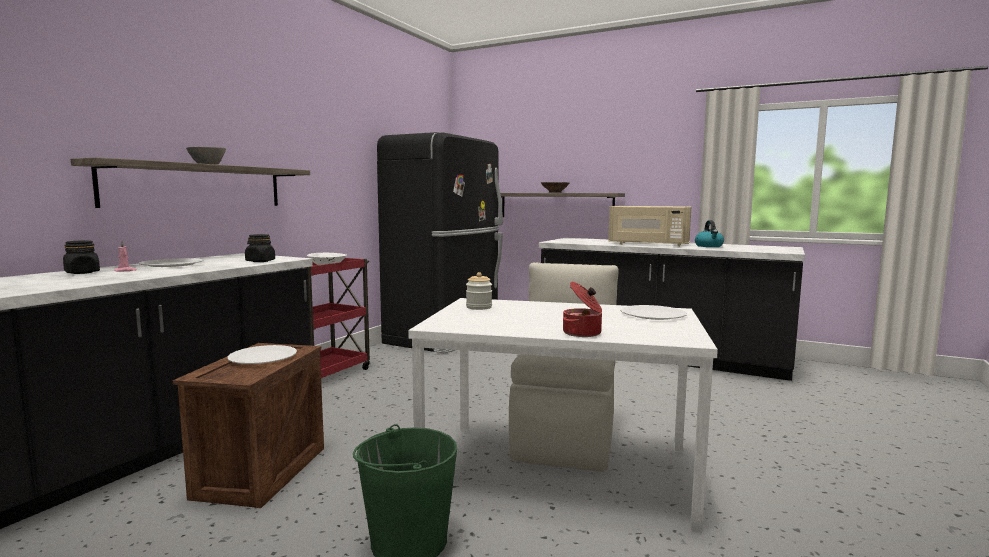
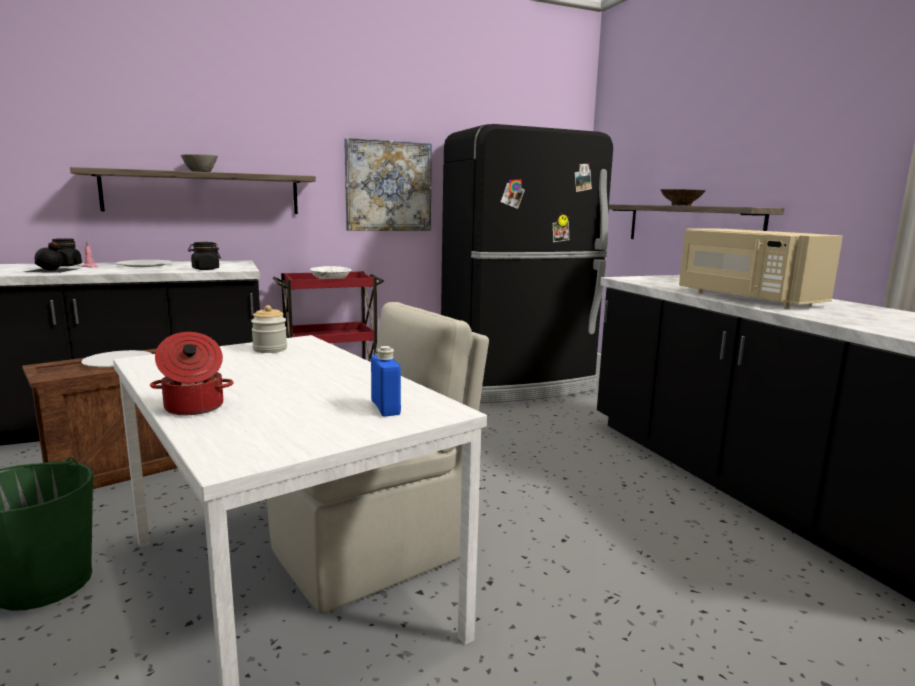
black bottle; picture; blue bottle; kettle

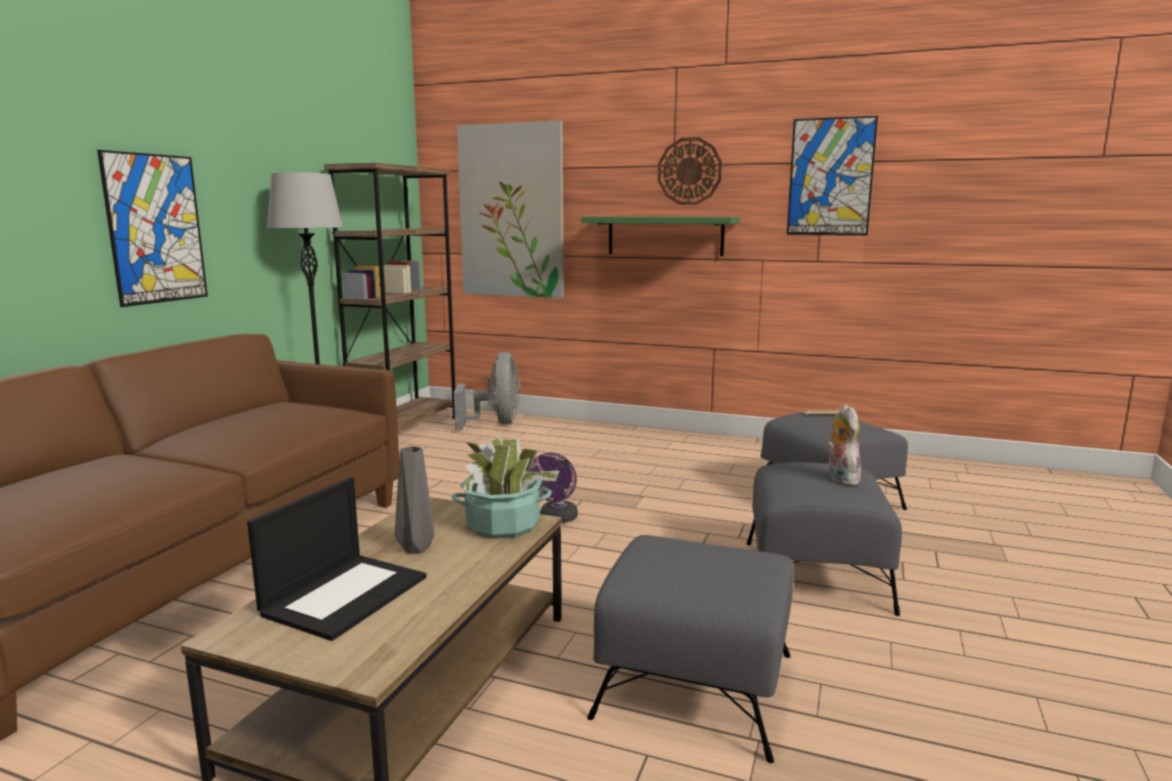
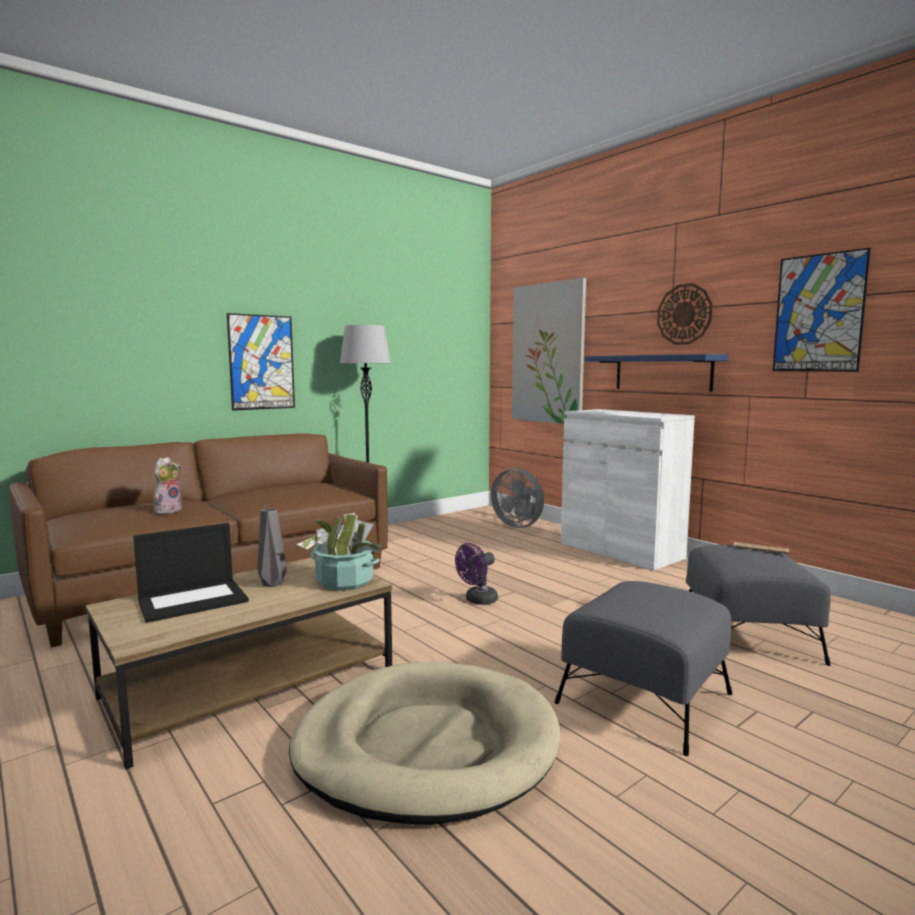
plush toy; beige dog bed; grey fan; white cabinet; blue shelf; brown bookcase

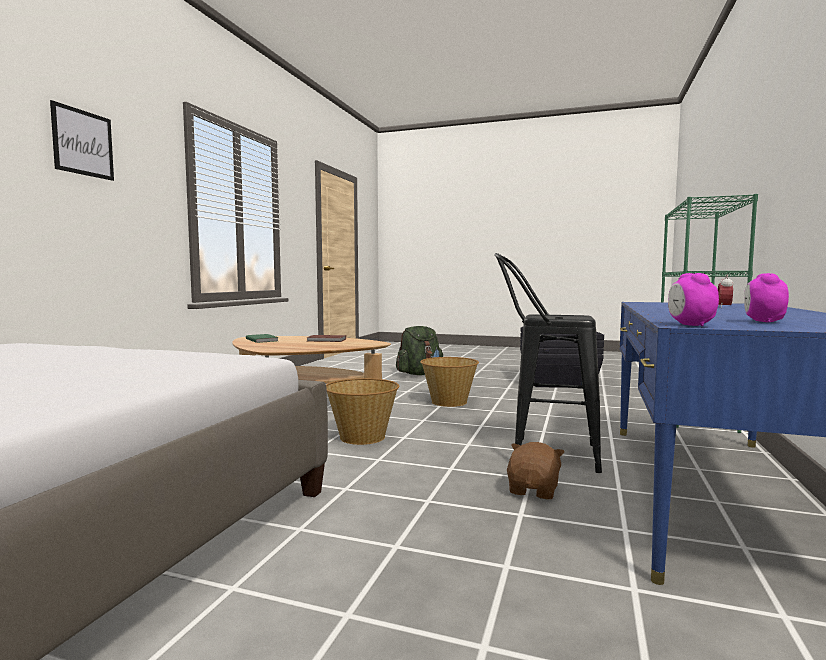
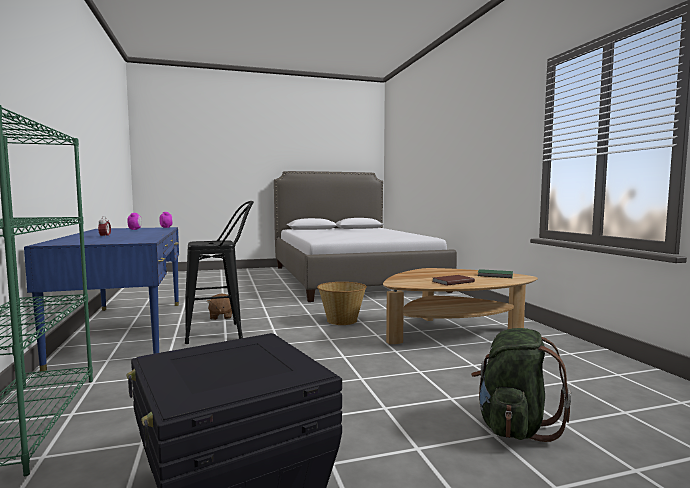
picture; basket (no. 2 from left in the first image)

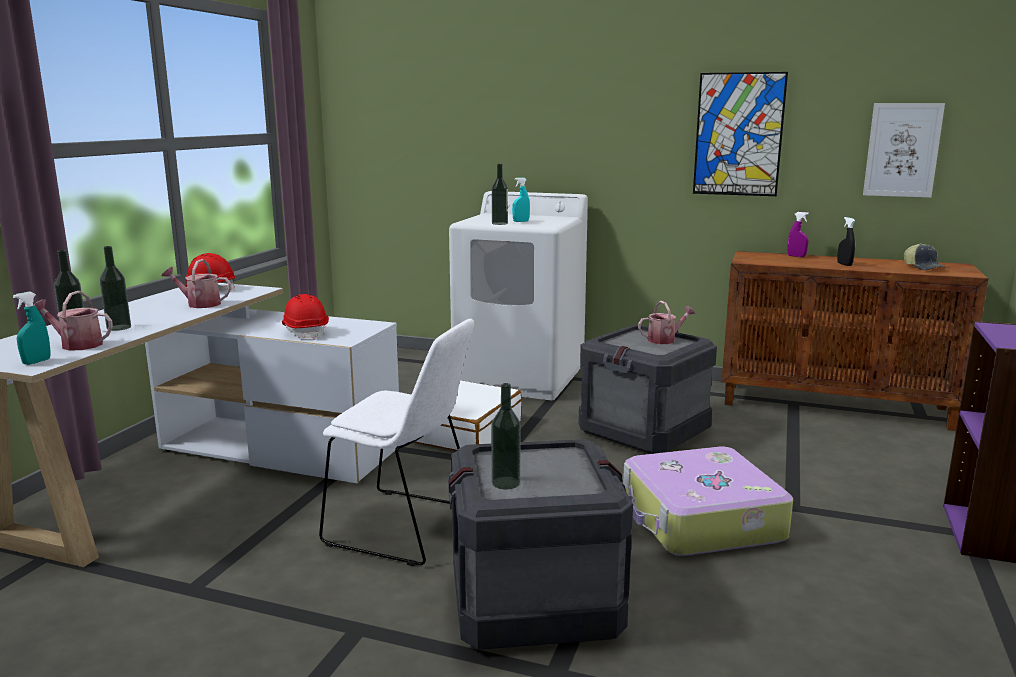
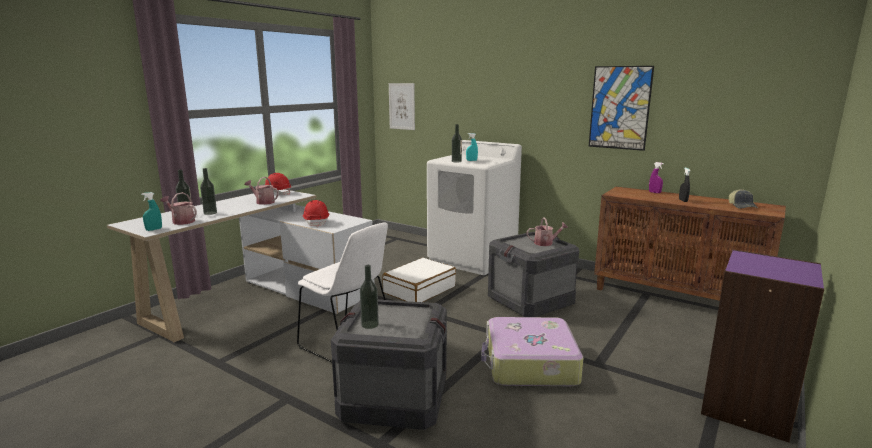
picture (no. 1 from left)

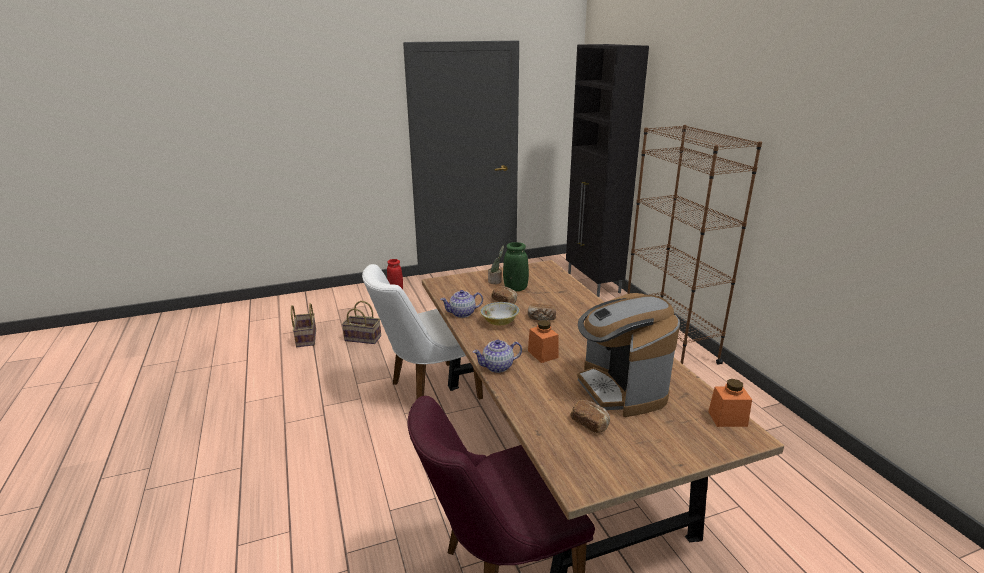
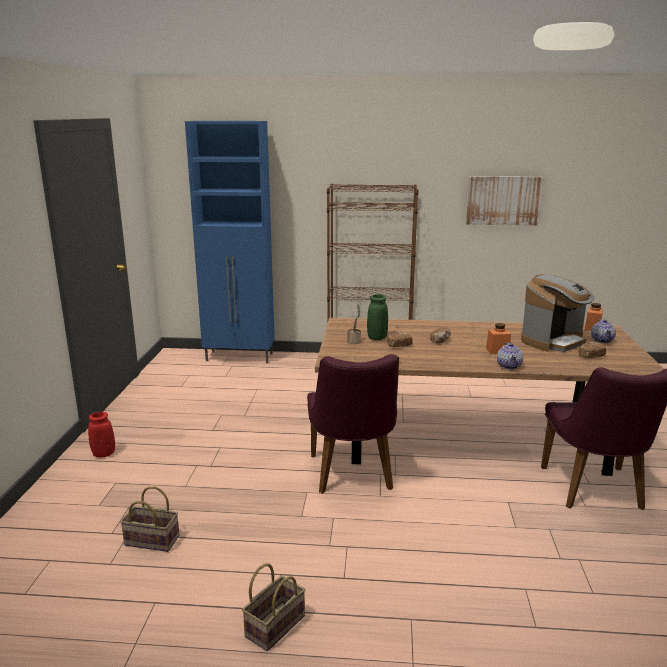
blue cabinet; basket (no. 2 from left); purple chair (no. 1 from left); picture; coffee machine; teapot (no. 2 from left); bowl

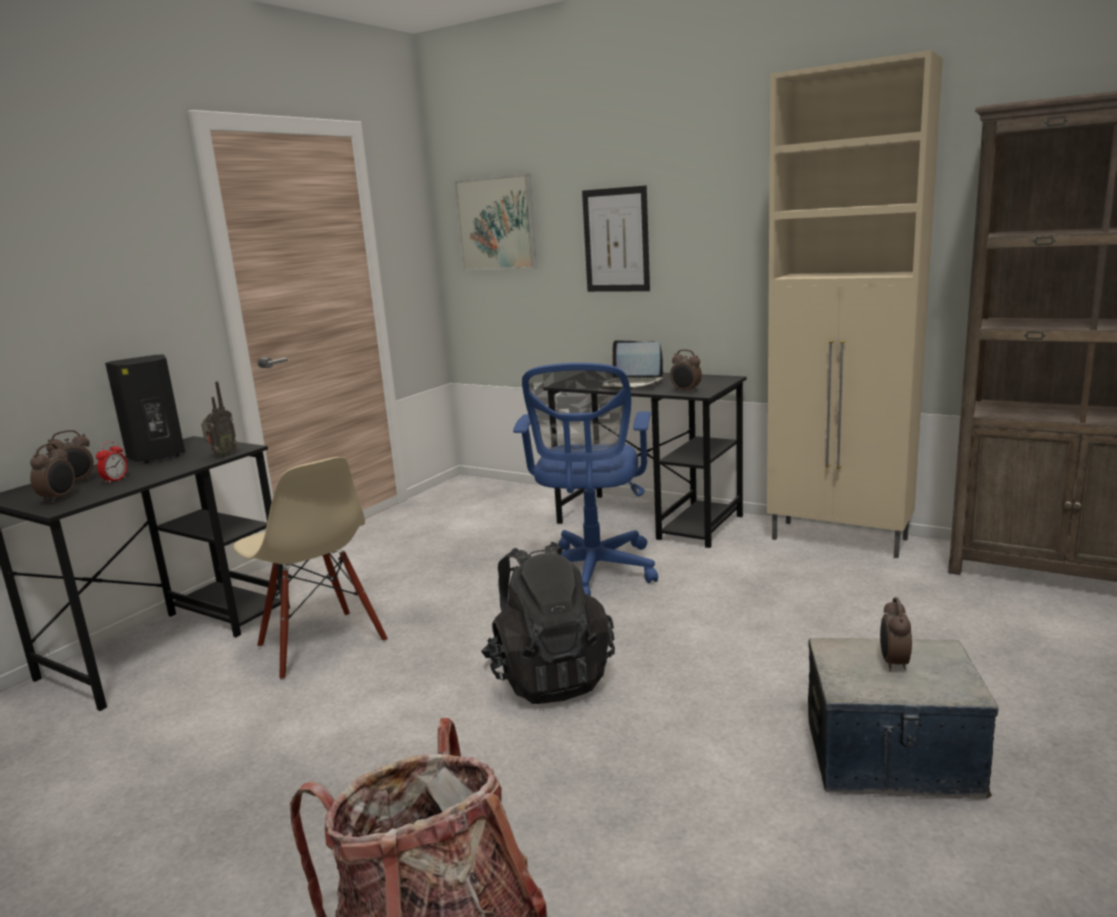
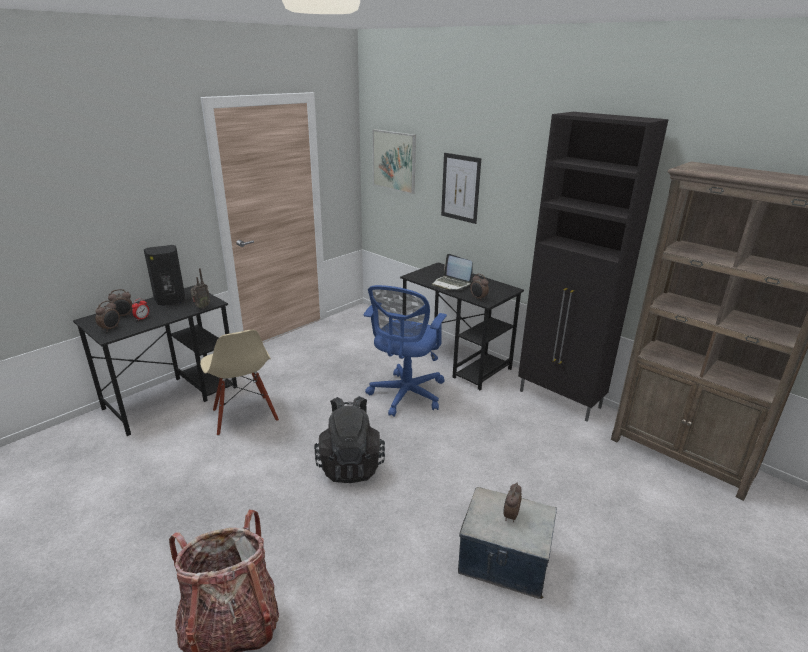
black cabinet

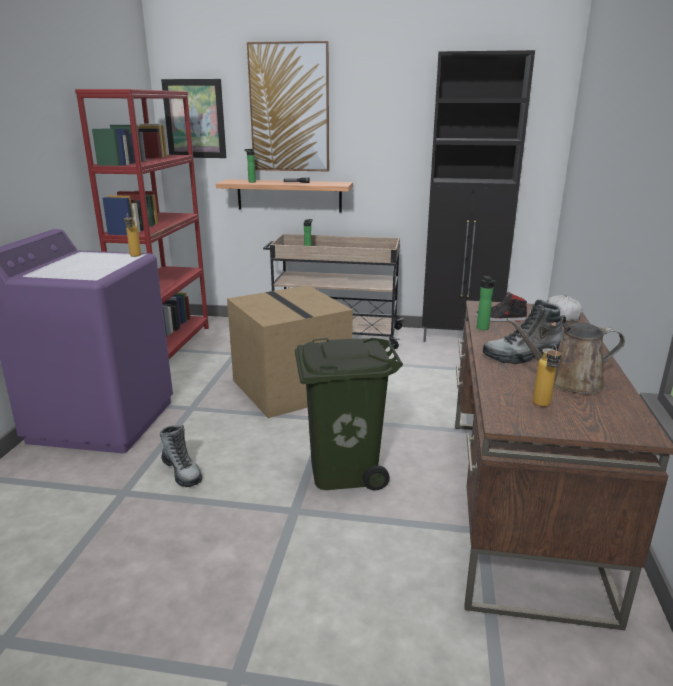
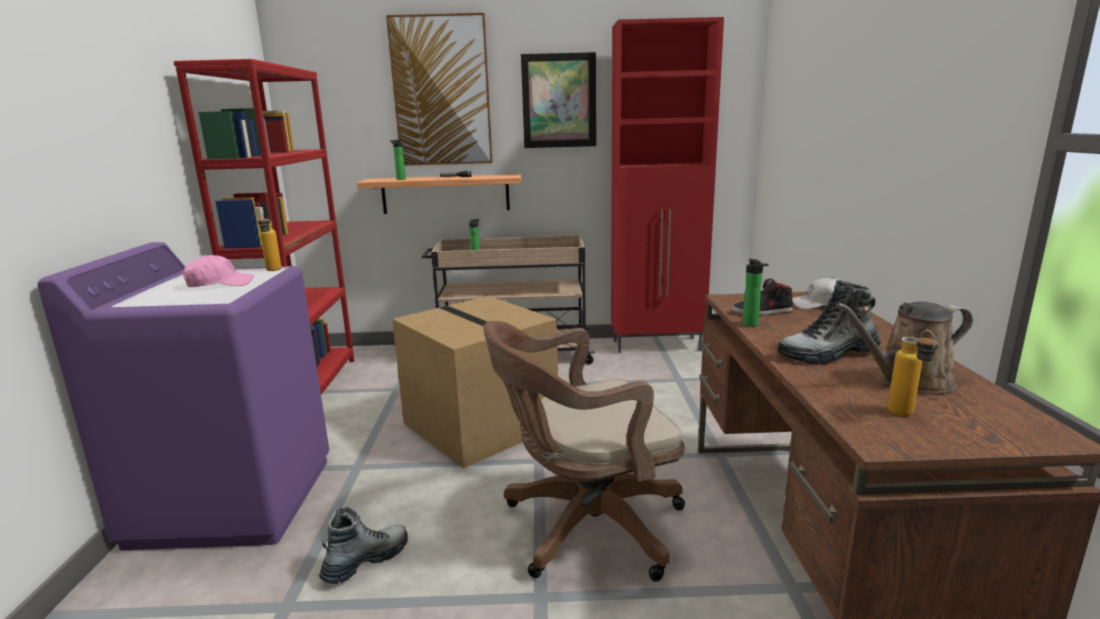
pink cap; boot (no. 1 from left); brown office chair; picture (no. 2 from left); red cabinet

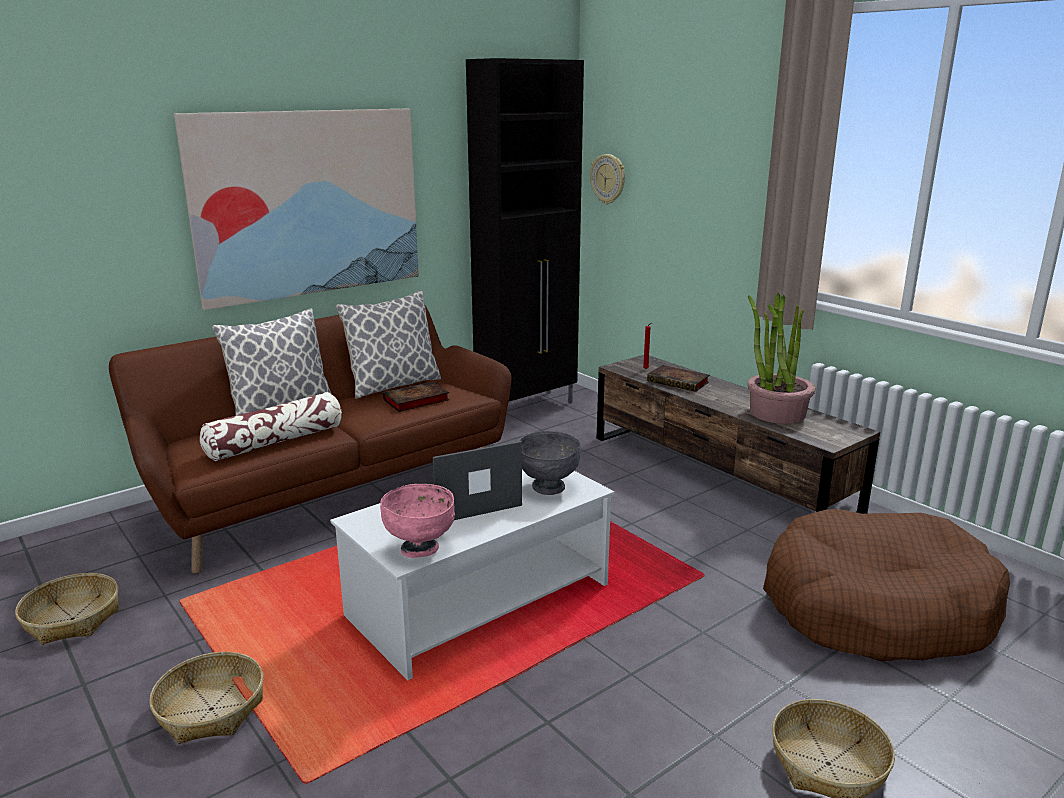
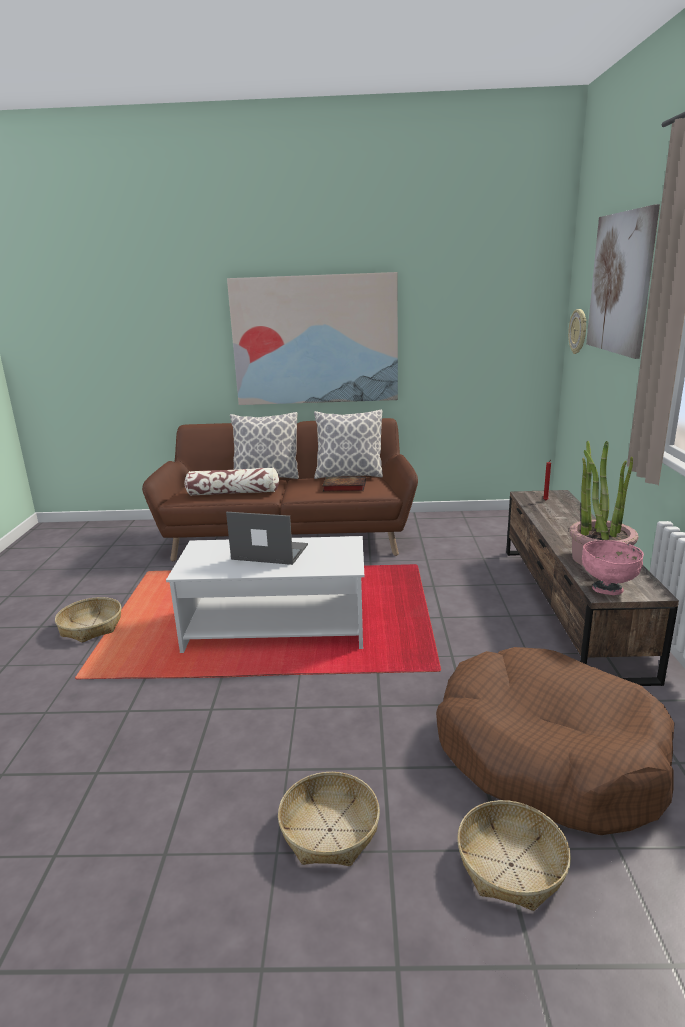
basket (no. 3 from left); pink bowl; picture (no. 2 from left); black cabinet; grey bowl; book (no. 2 from left in the first image)

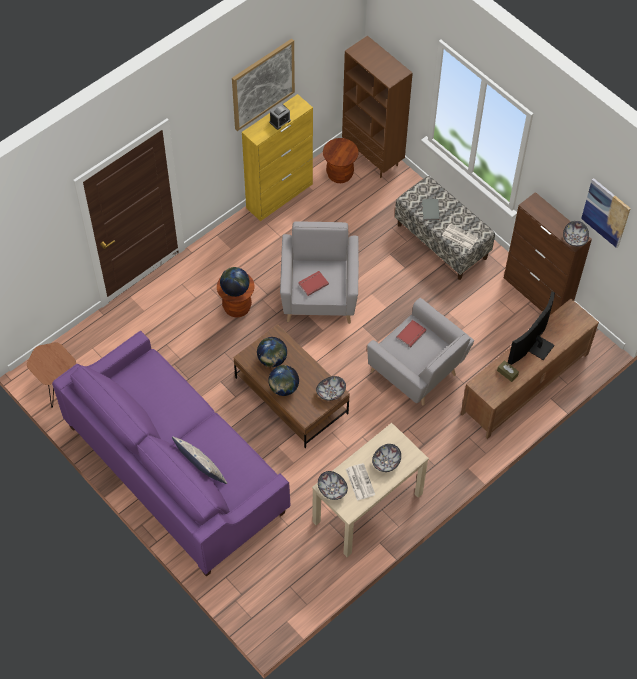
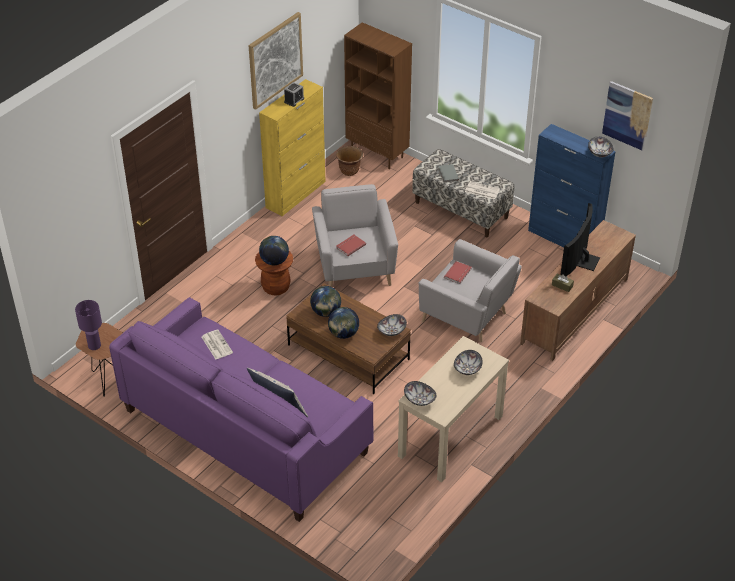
purple table lamp; newspaper (no. 1 from left); brown planter; blue cabinet

